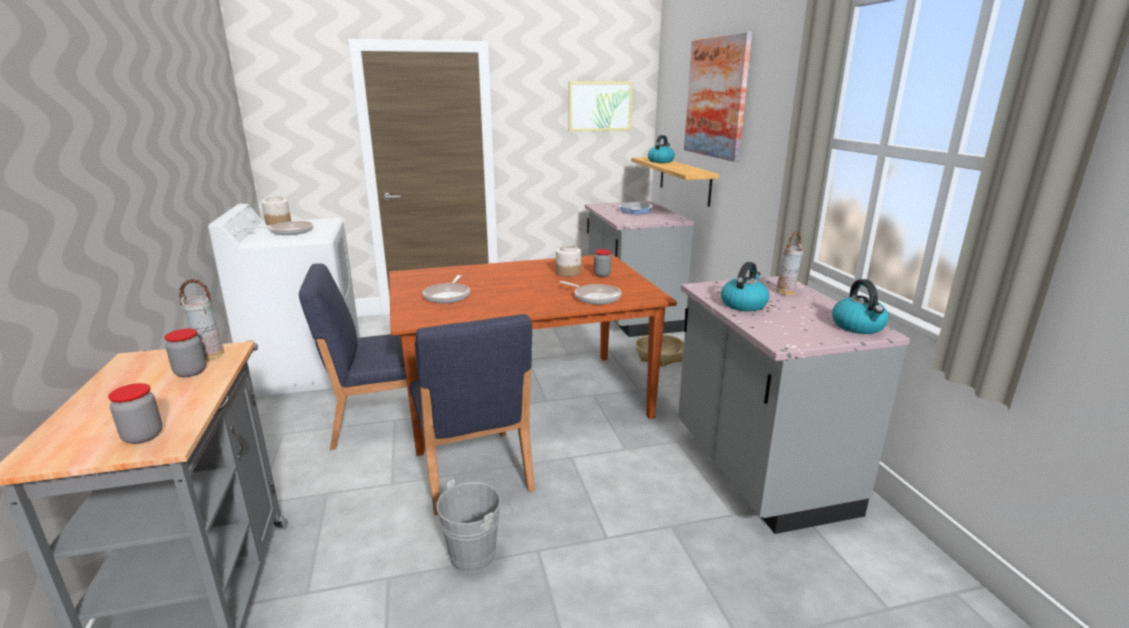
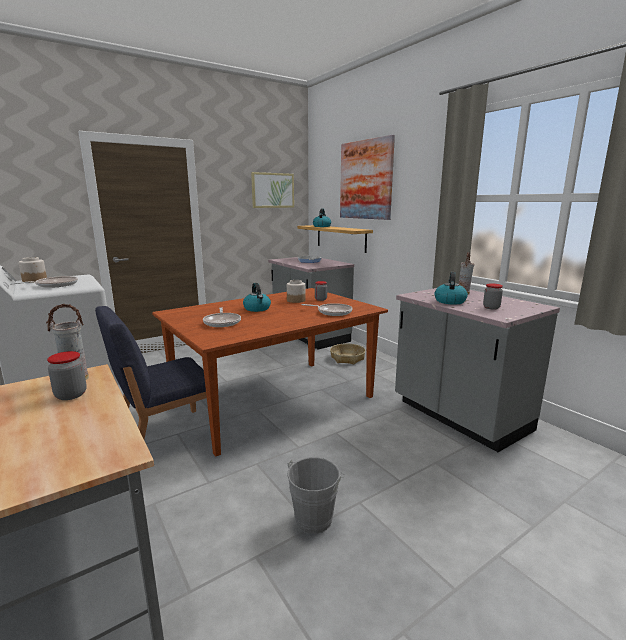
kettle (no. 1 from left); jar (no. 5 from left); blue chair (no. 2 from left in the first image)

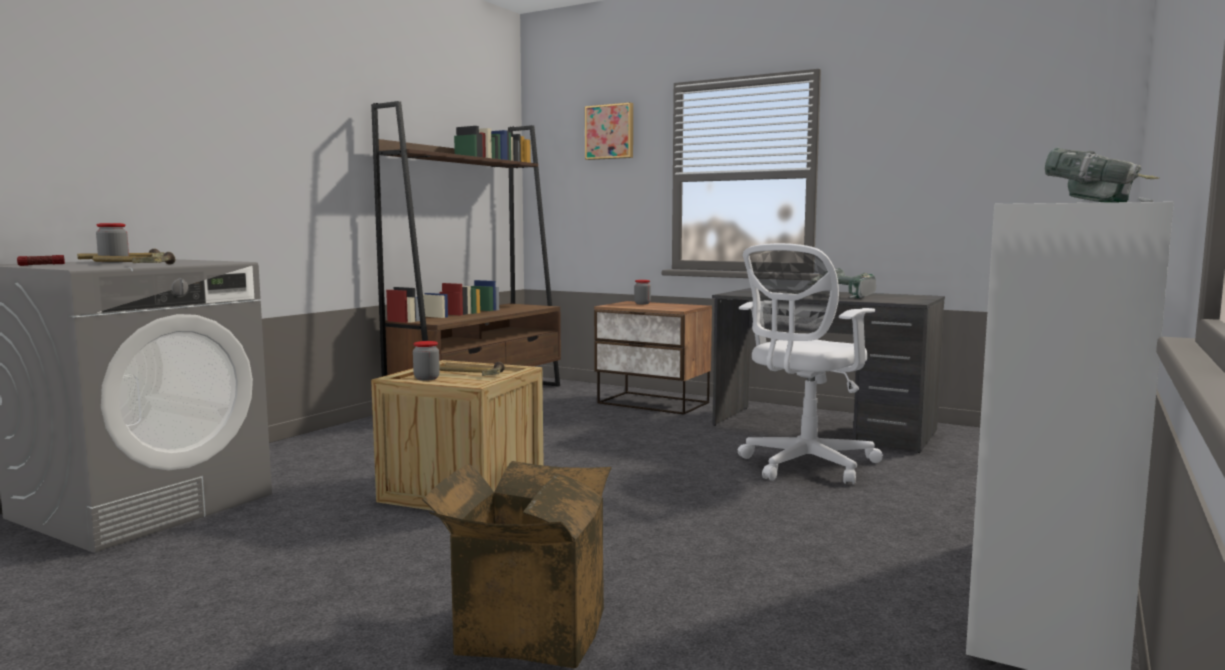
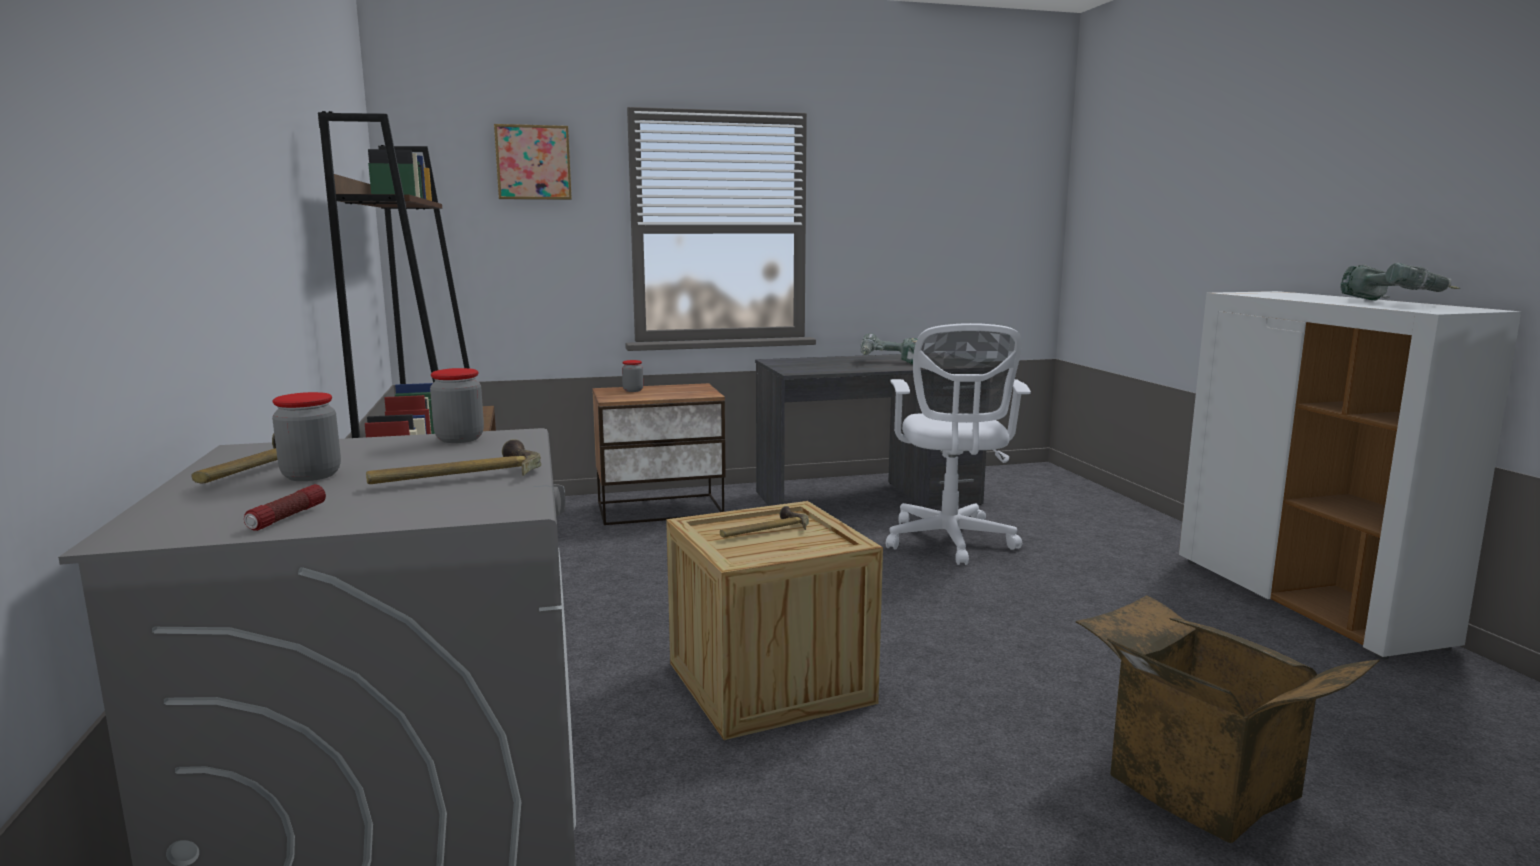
jar (no. 2 from left)

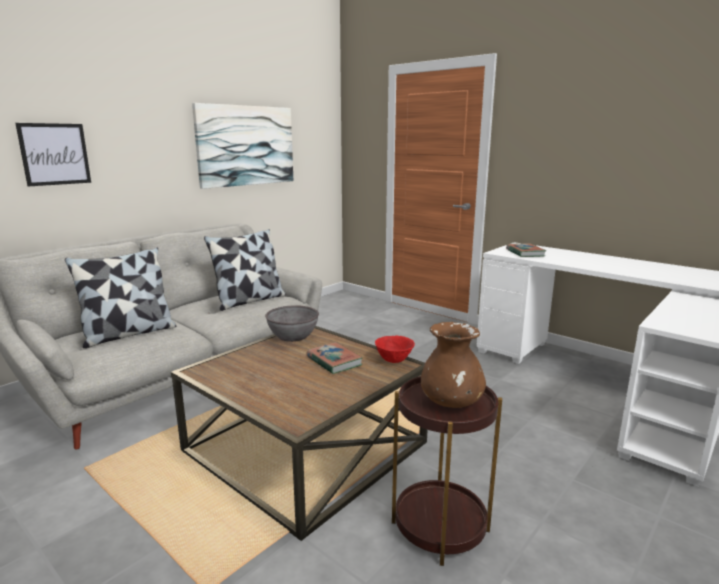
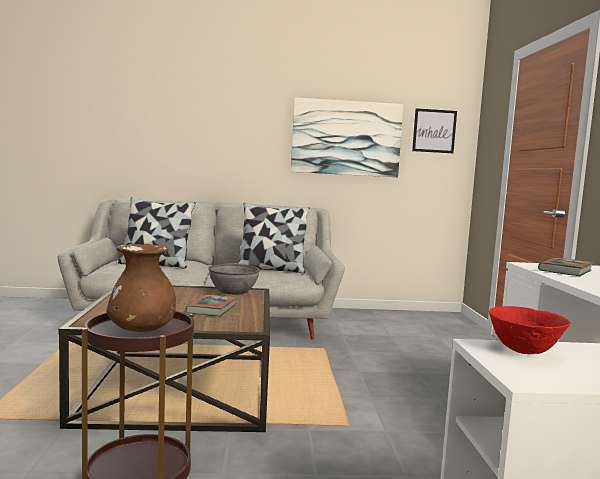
picture (no. 2 from left); red bowl

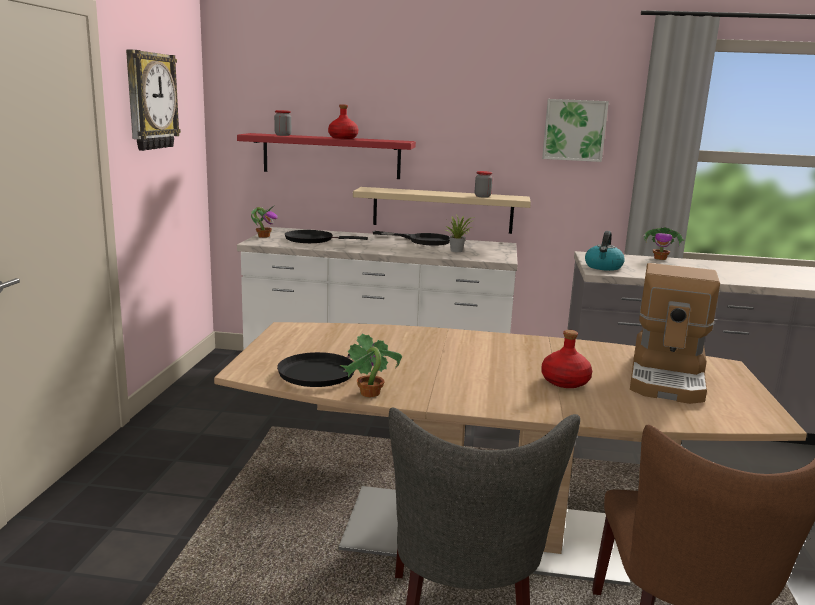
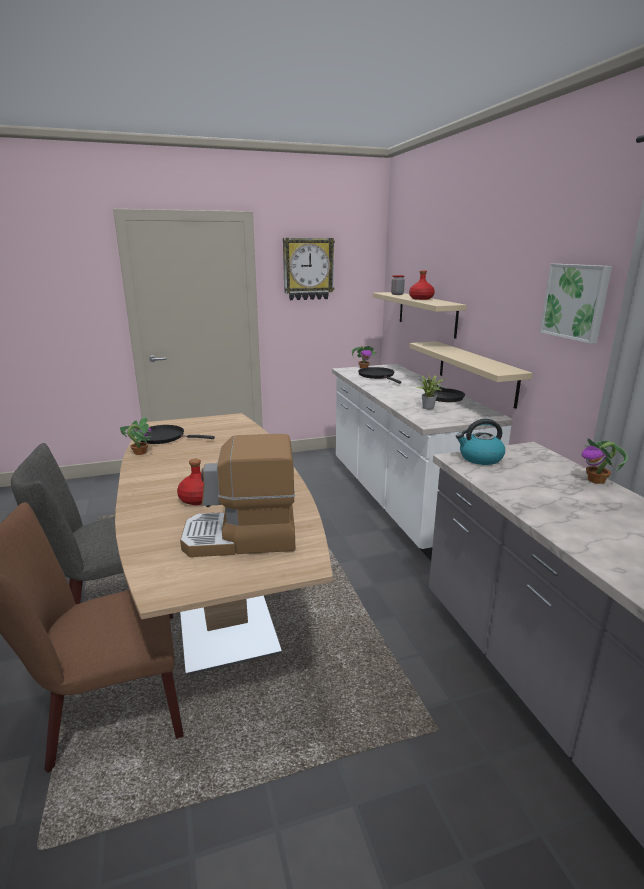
beige shelf (no. 1 from left); jar (no. 2 from left in the first image)

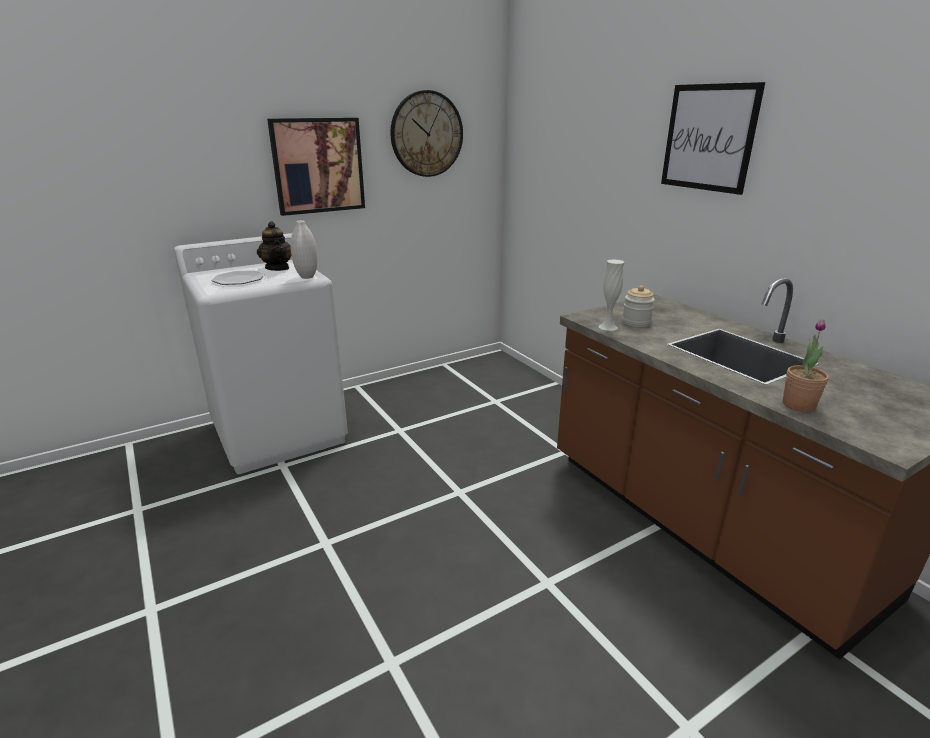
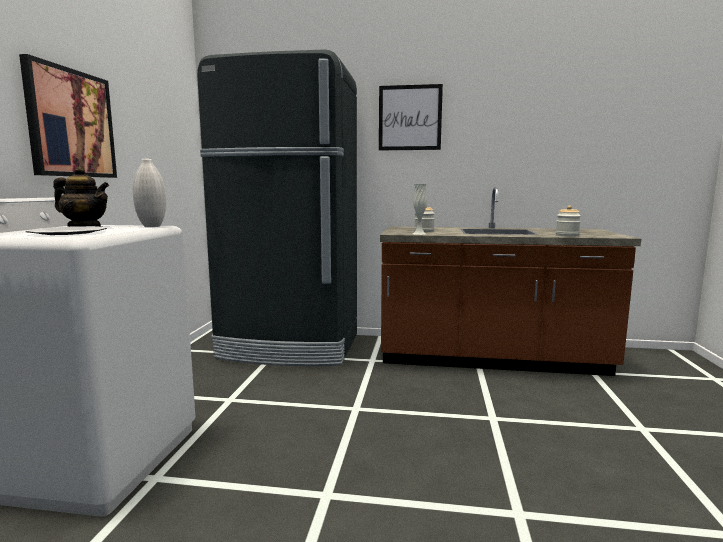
black fridge; jar (no. 2 from left); wall clock

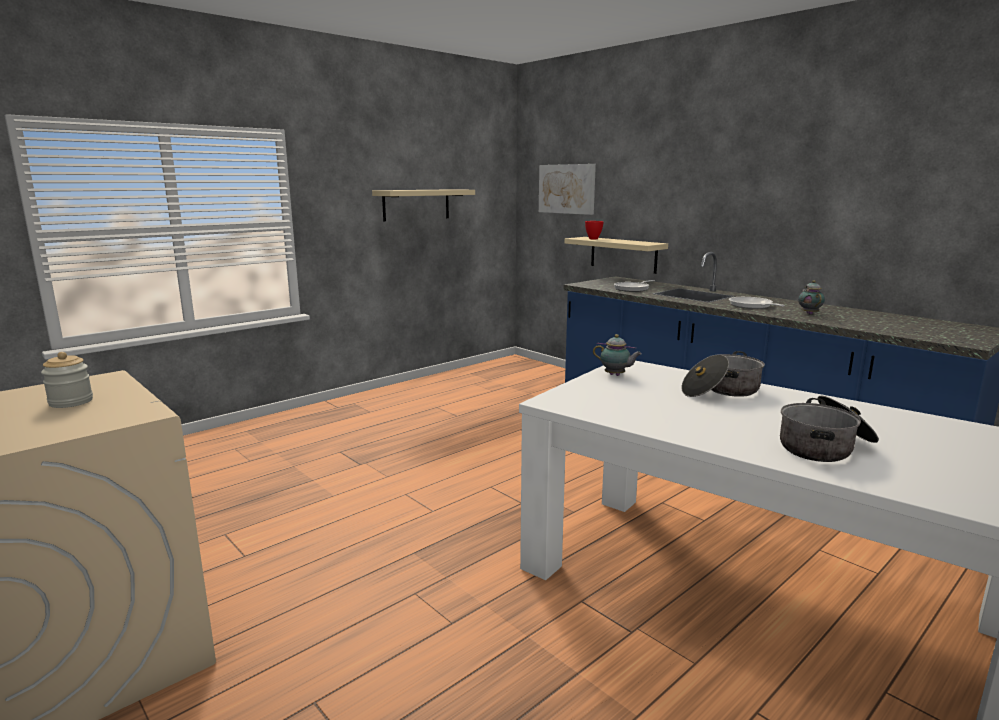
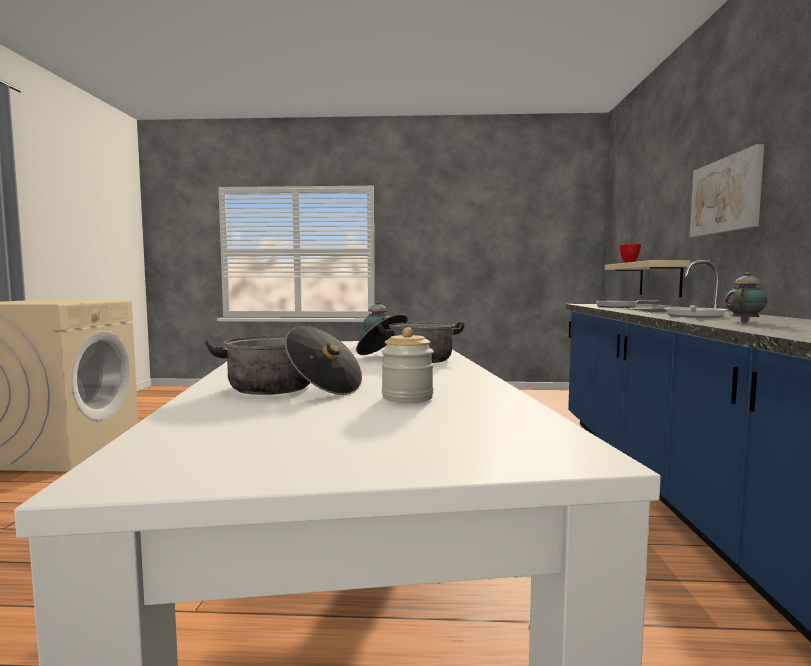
jar; picture; beige shelf (no. 1 from left in the first image)

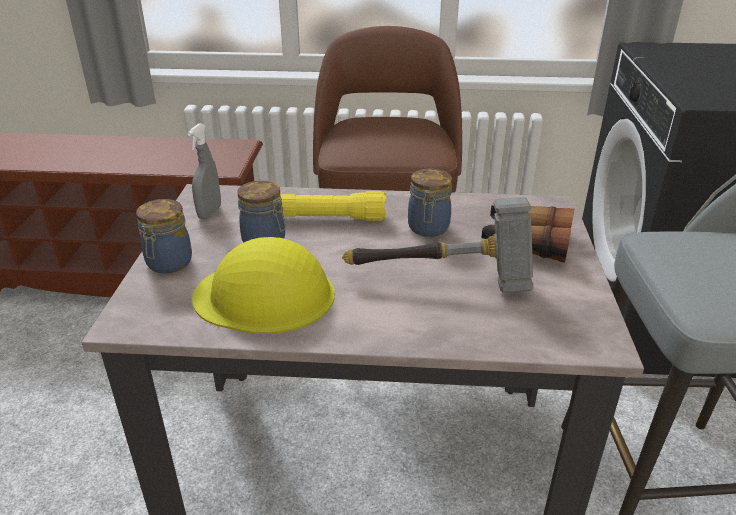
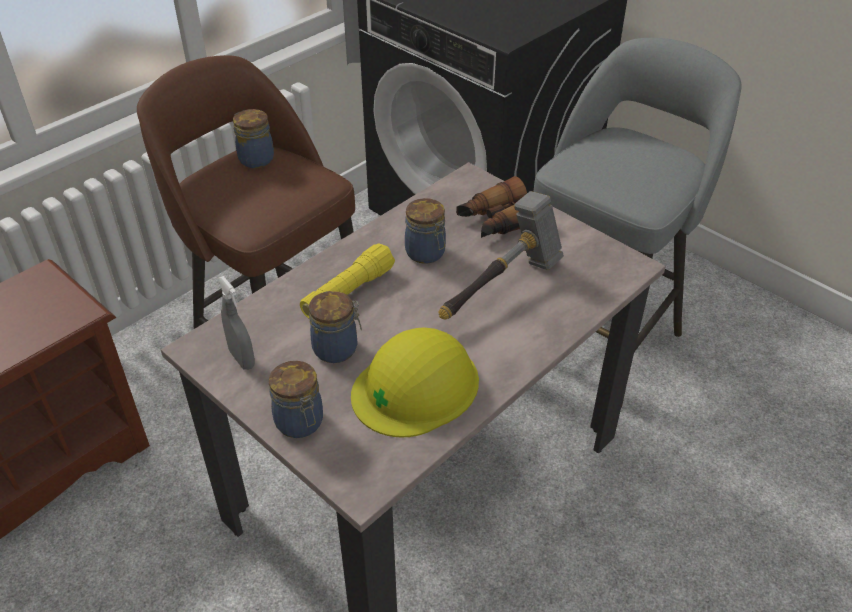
jar (no. 1 from left)

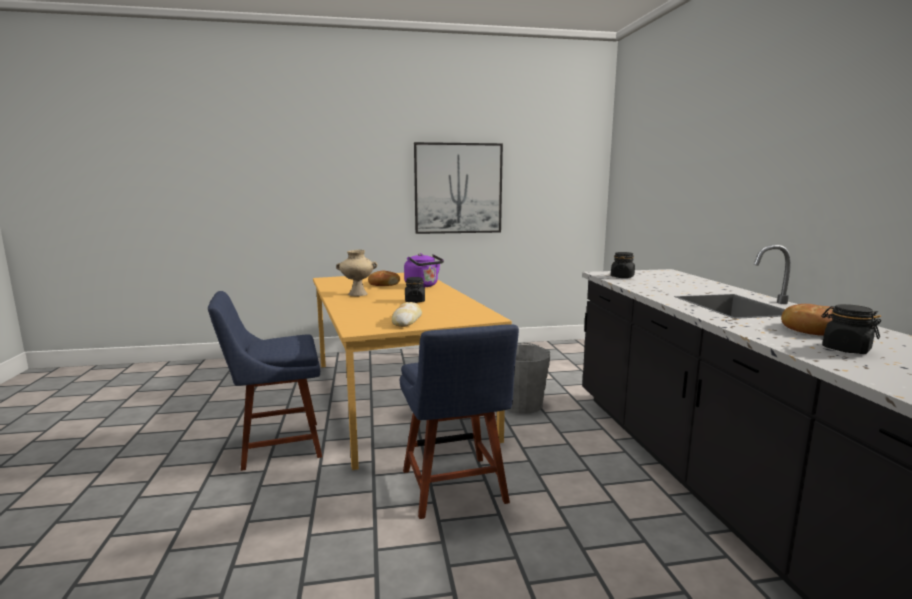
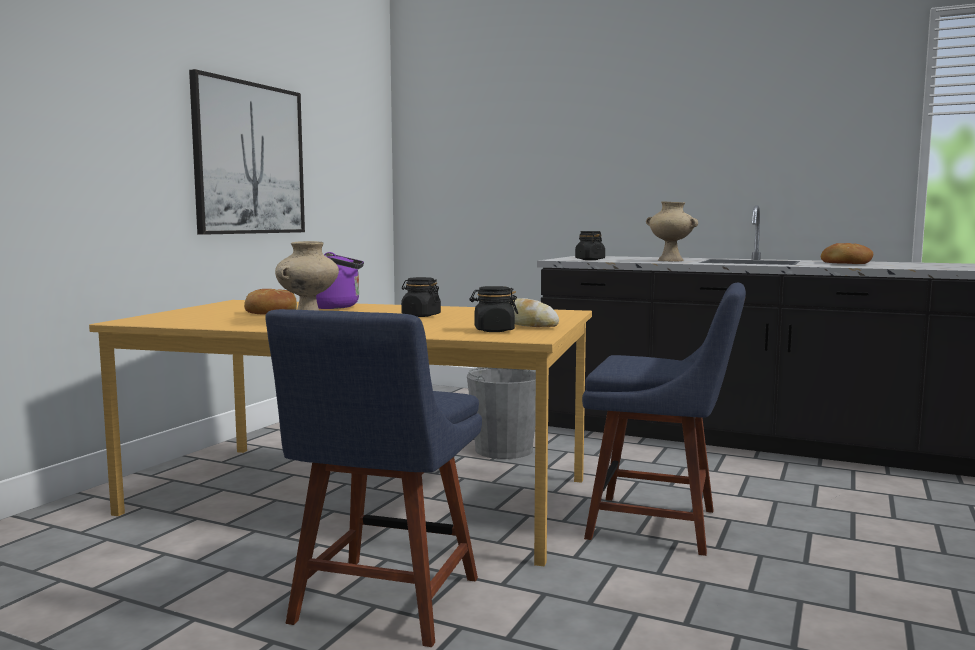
black jar (no. 2 from left); beige vase (no. 2 from left)

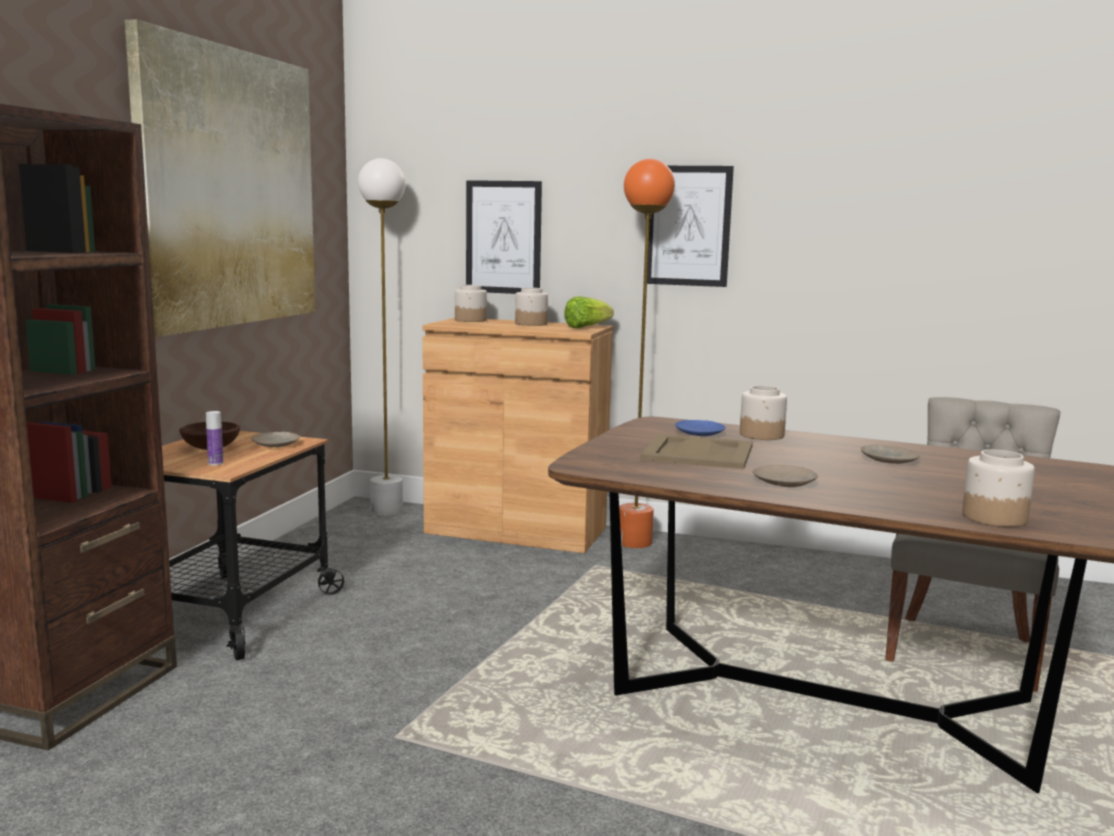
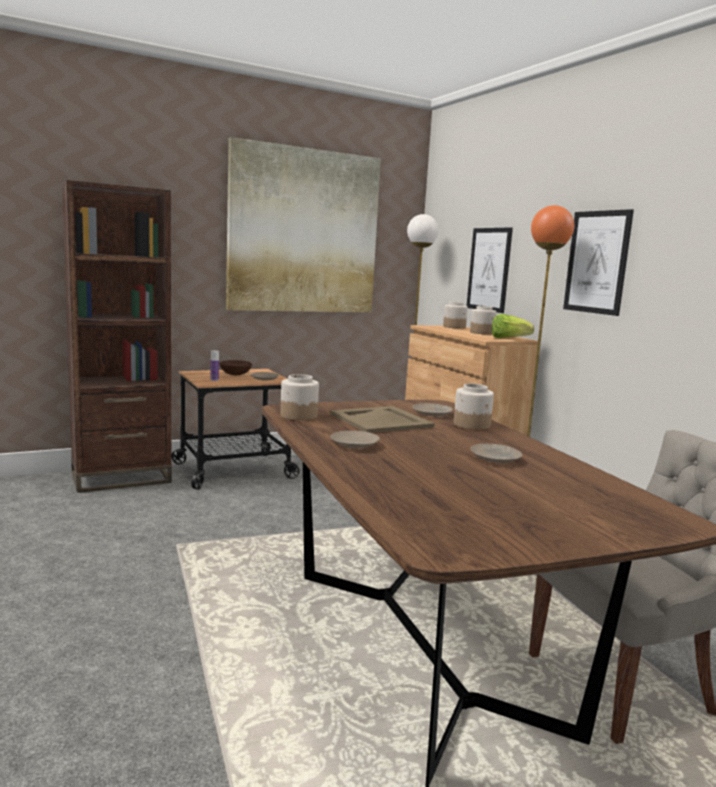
jar (no. 1 from left); beige plate (no. 3 from left)

